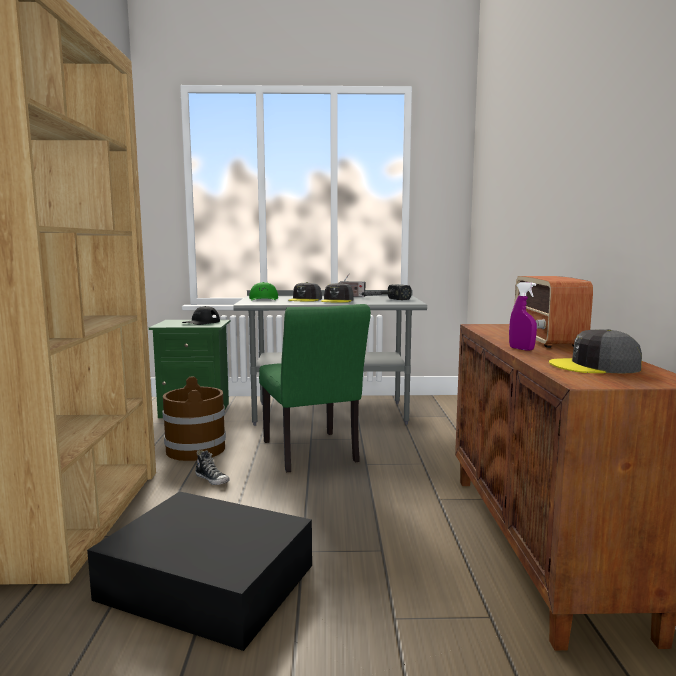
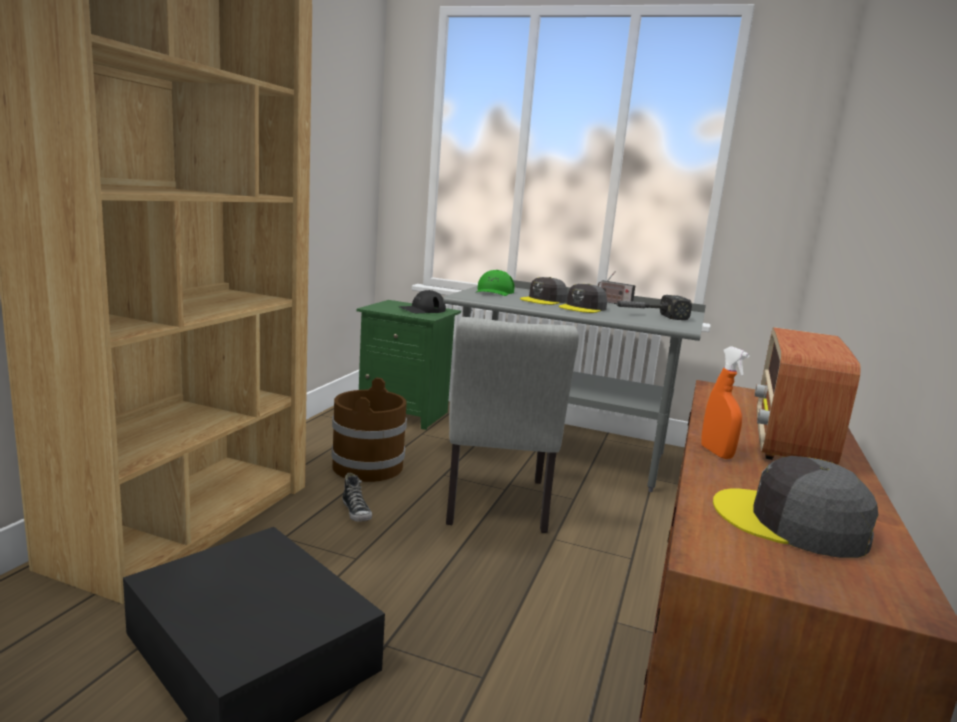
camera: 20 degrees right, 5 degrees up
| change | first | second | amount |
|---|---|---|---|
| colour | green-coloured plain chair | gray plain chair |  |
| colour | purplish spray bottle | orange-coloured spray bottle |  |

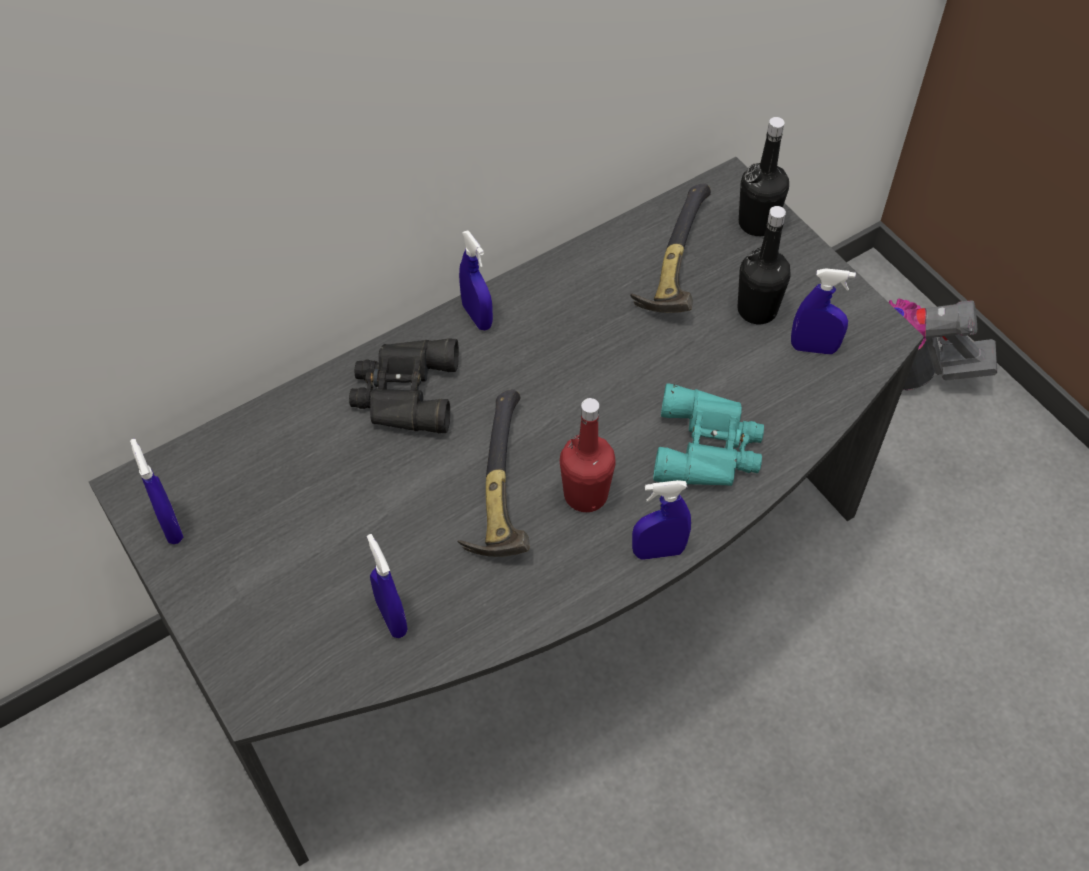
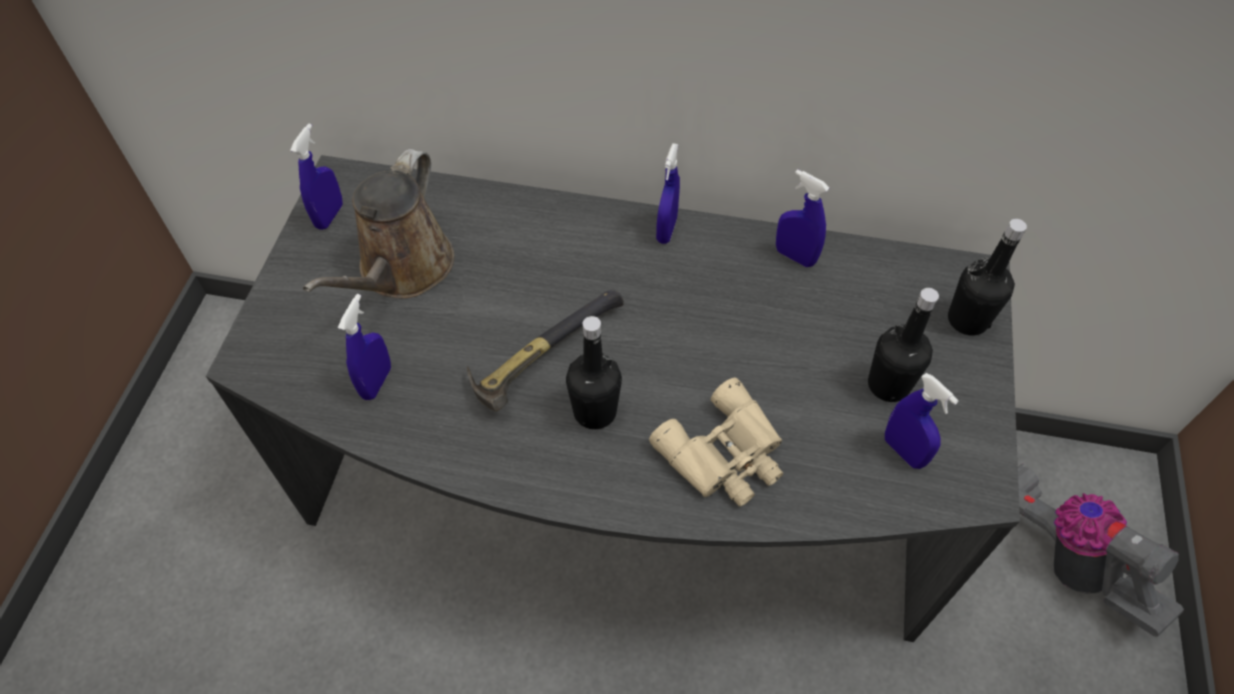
camera: 45 degrees right, 0 degrees up
| change | first | second | amount |
|---|---|---|---|
| missing | black-coloured field glasses |  |  |
| missing | hand hammer (no. 2 from left) |  |  |
| appeared |  | brown watering can |  |
| relocated | blue-coloured spray bottle (no. 4 from left) |  |  |
| colour | reddish drink bottle | black-coloured drink bottle (no. 1 from left) |  |
| colour | turquoise-coloured field glasses | beige-coloured field glasses |  |

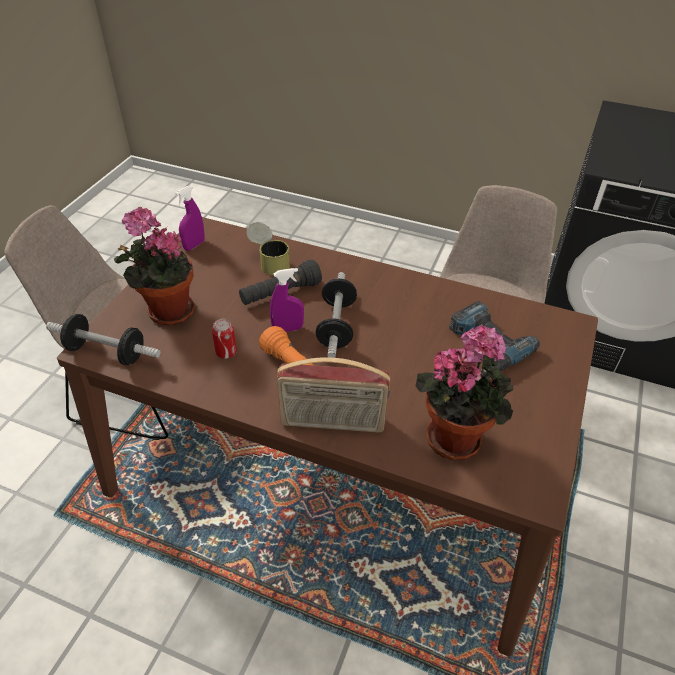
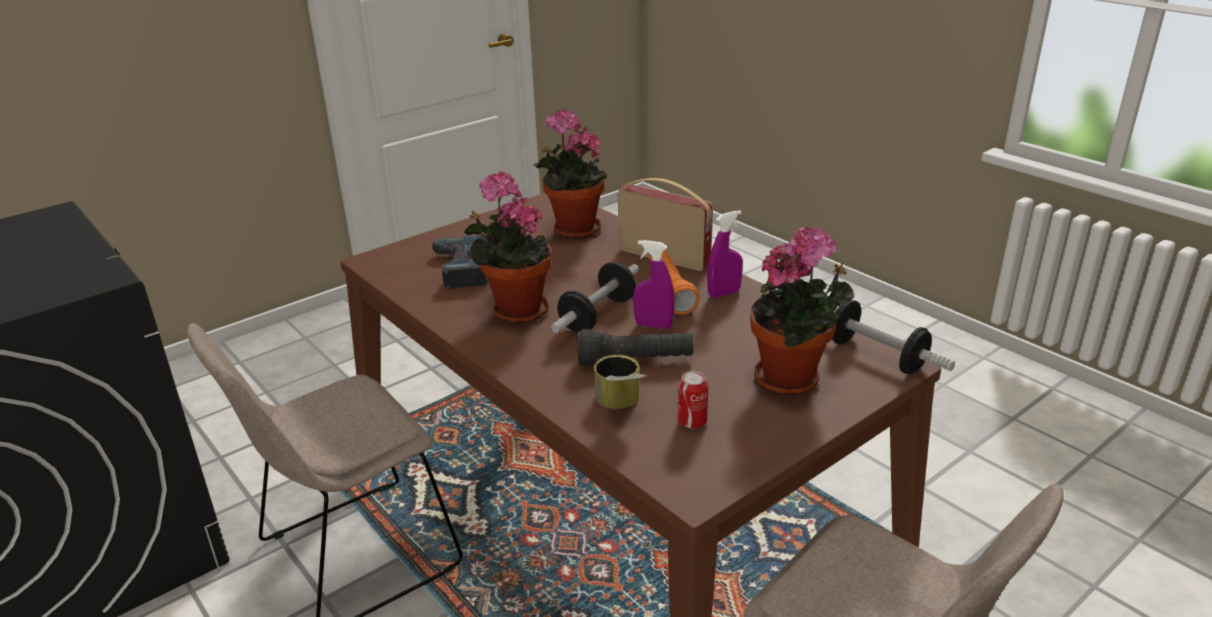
camera: 150 degrees left, 15 degrees down
| change | first | second | amount |
|---|---|---|---|
| appeared |  | plant in a pot (no. 1 from left) |  |
| relocated | purplish spray bottle (no. 1 from left in the first image) | purplish spray bottle (no. 2 from left) |  |
| relocated | can (no. 1 from left in the first image) | can (no. 2 from left) |  |

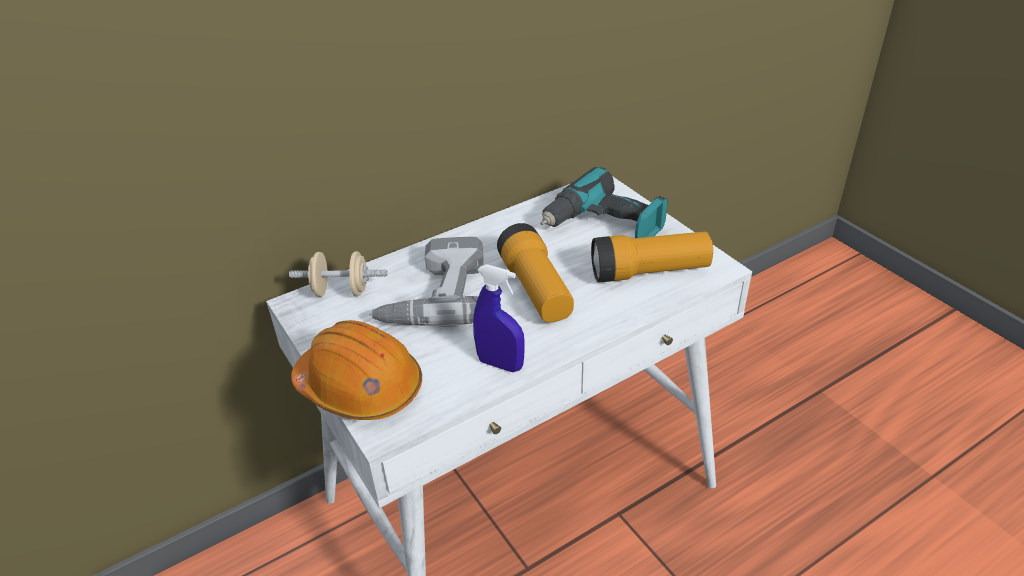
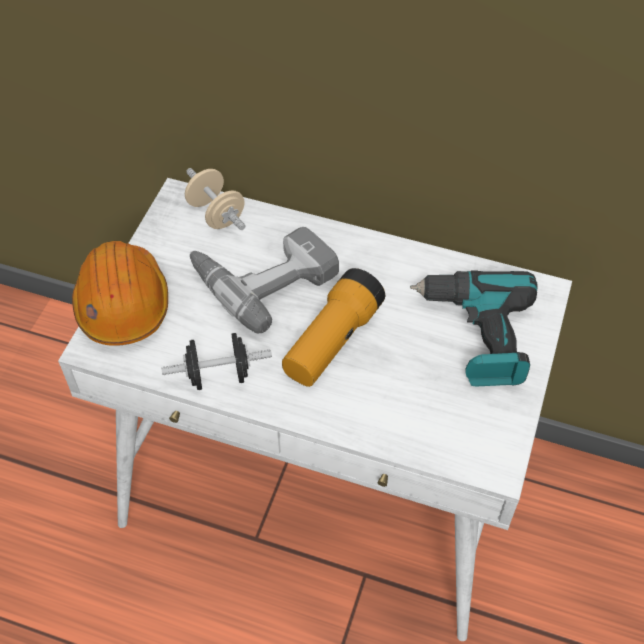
camera: 50 degrees right, 15 degrees up
| change | first | second | amount |
|---|---|---|---|
| missing | torch (no. 2 from left) |  |  |
| exchanged | blue-coloured spray bottle | black-coloured free weight |  |

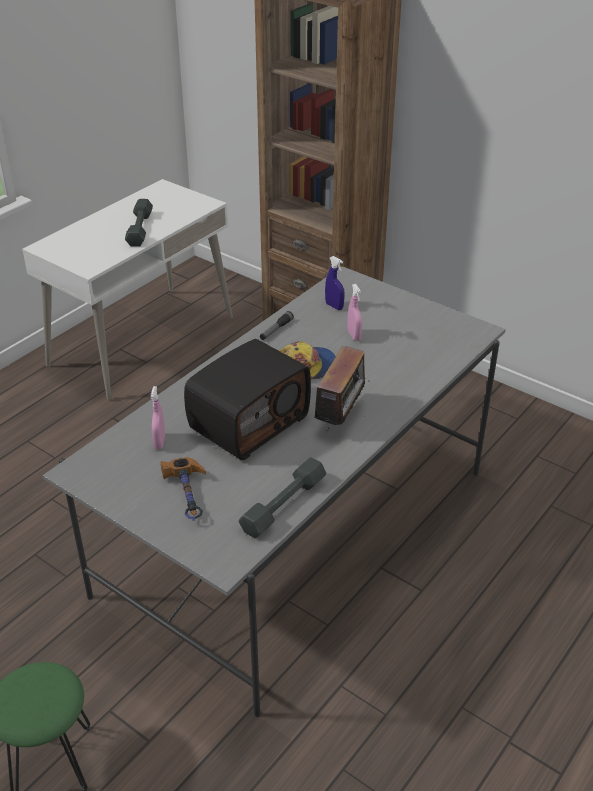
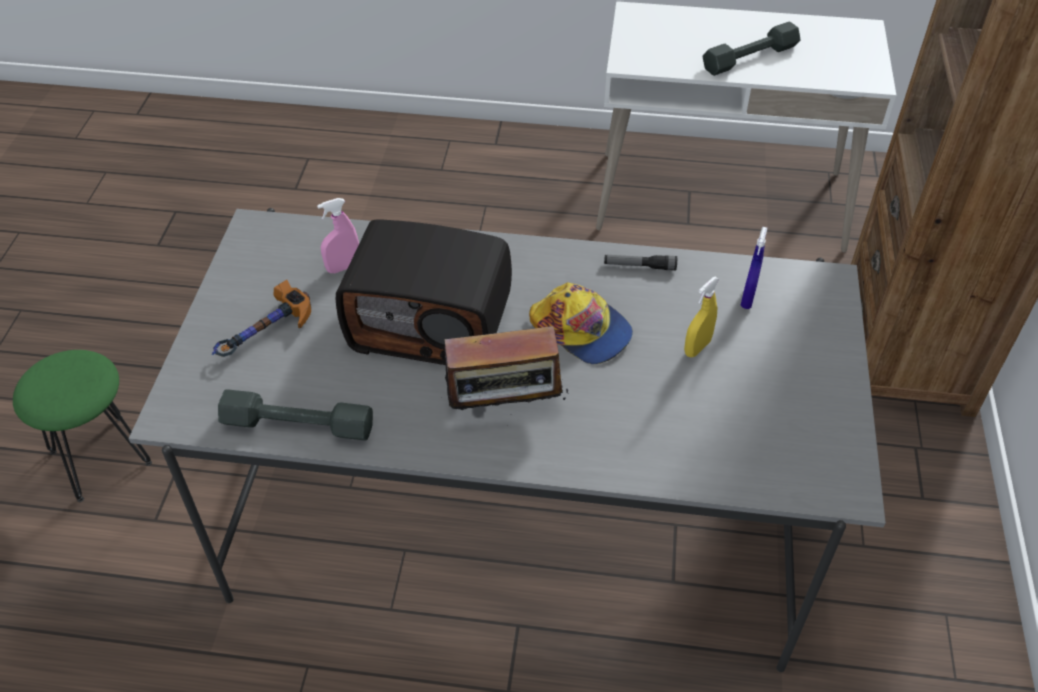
camera: 60 degrees right, 10 degrees up
| change | first | second | amount |
|---|---|---|---|
| colour | pink spray bottle (no. 2 from left) | yellow-coloured spray bottle |  |

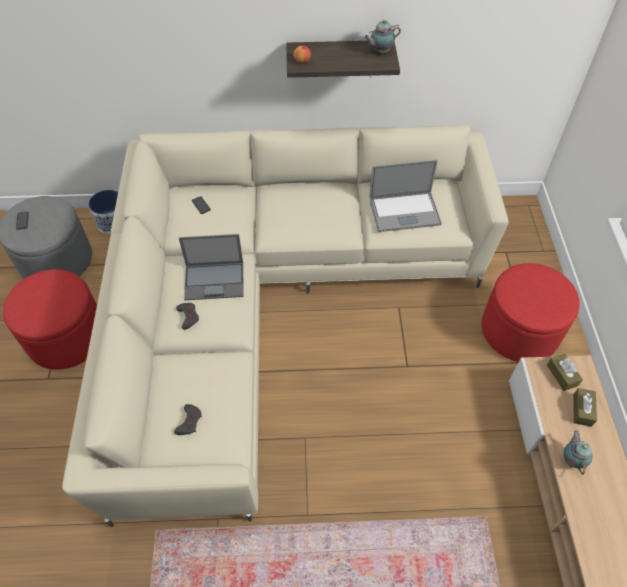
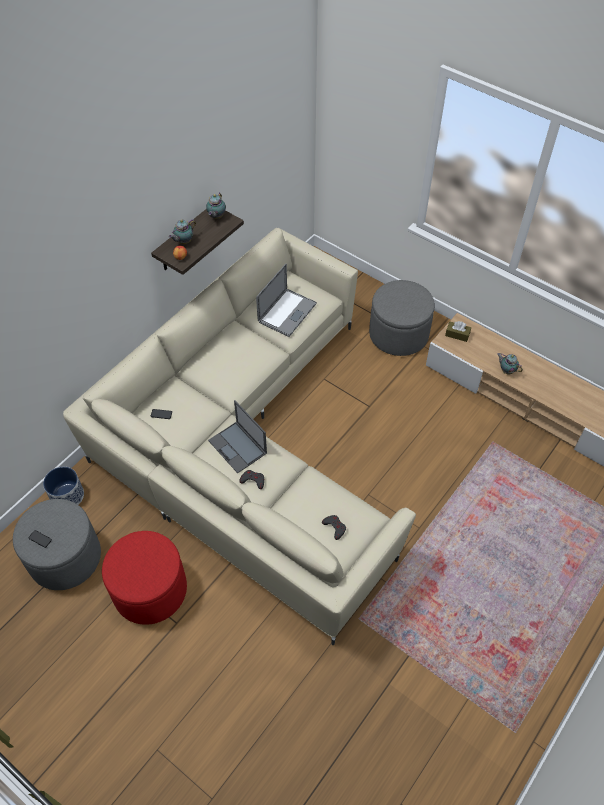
camera: 50 degrees left, 0 degrees up
| change | first | second | amount |
|---|---|---|---|
| missing | brown tissue holder (no. 2 from left) |  |  |
| appeared |  | tea pot (no. 1 from left) |  |
| colour | reddish ottoman (no. 2 from left) | gray ottoman (no. 2 from left) |  |
| spun | notebook computer (no. 1 from left) |  | 105 degrees clockwise |

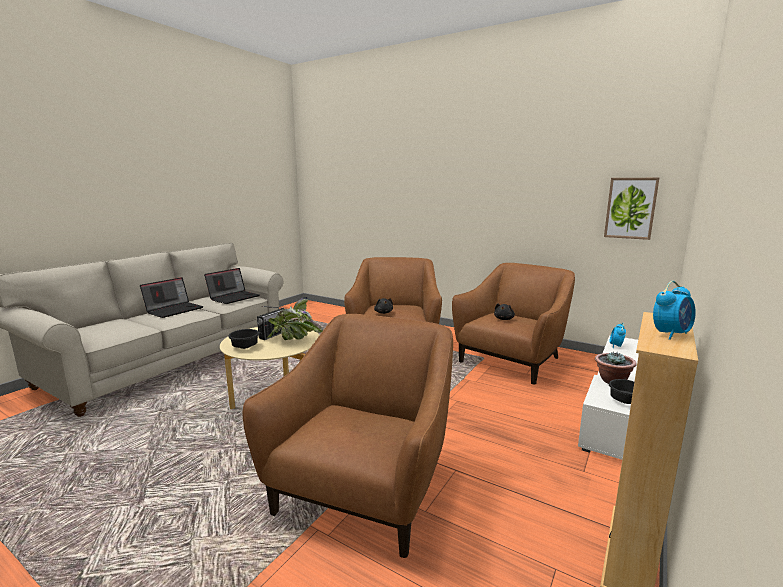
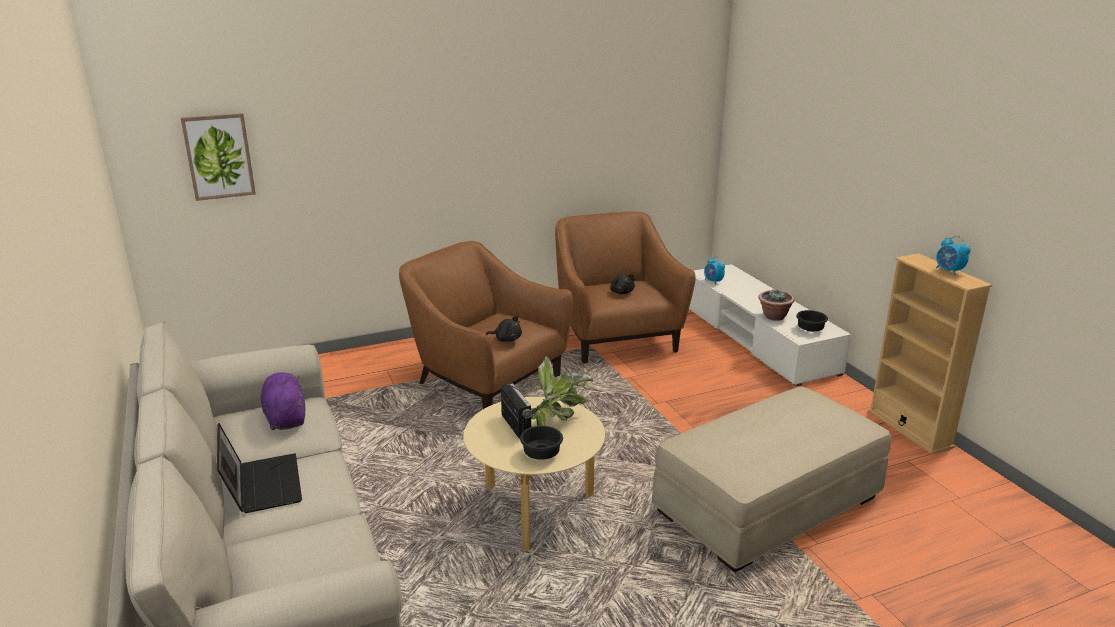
camera: 55 degrees left, 10 degrees up
| change | first | second | amount |
|---|---|---|---|
| relocated | wall picture |  |  |
| exchanged | notebook computer (no. 2 from left) | purplish plush toy |  |
| exchanged | brown easy chair (no. 1 from left) | beige-coloured ottoman |  |
| spun | bedside clock (no. 2 from left) |  | 150 degrees clockwise |

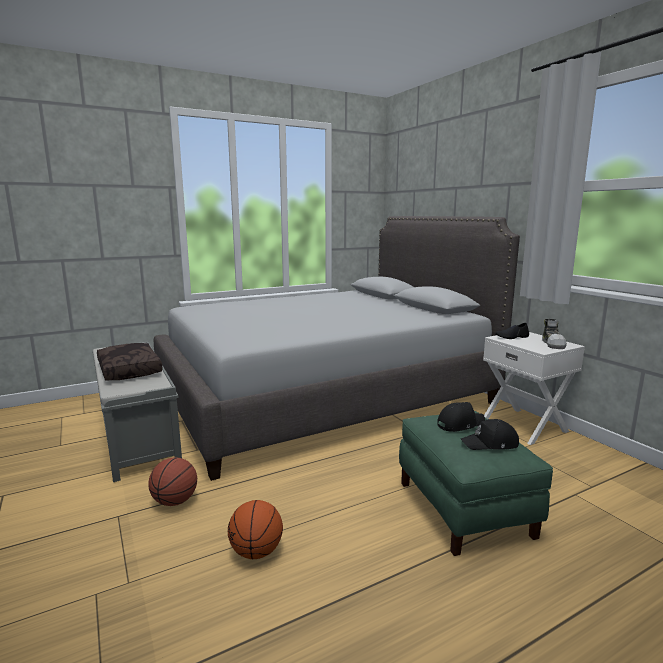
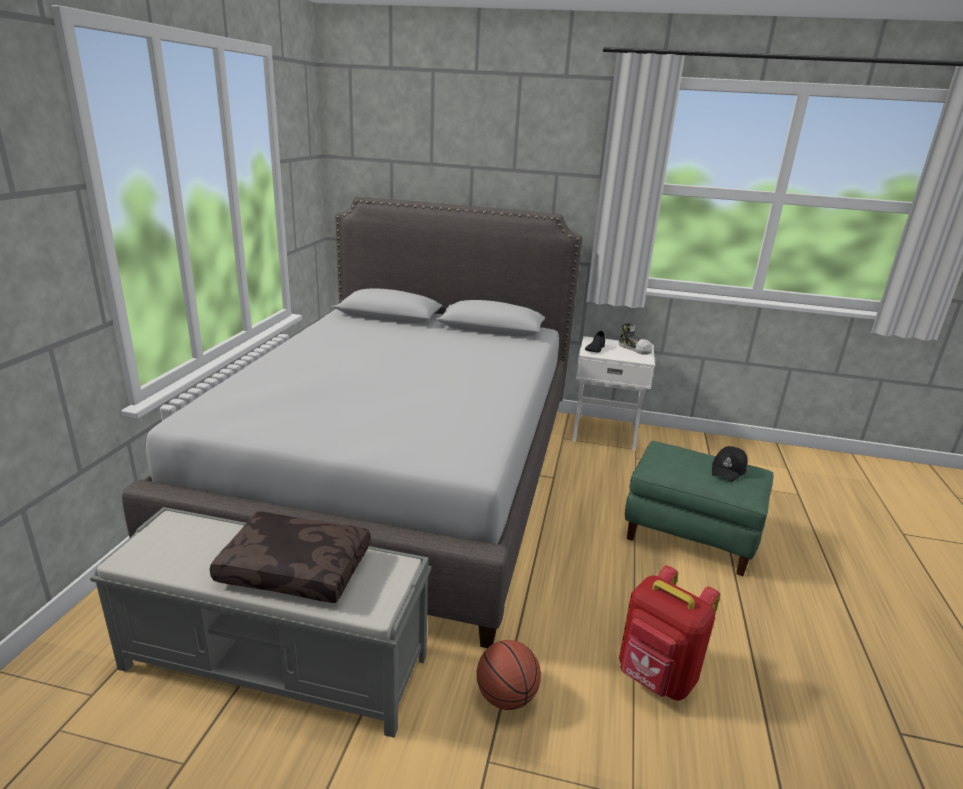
camera: 50 degrees left, 10 degrees up
| change | first | second | amount |
|---|---|---|---|
| missing | black-coloured baseball cap (no. 1 from left) |  |  |
| exchanged | basketball (no. 2 from left) | reddish knapsack |  |

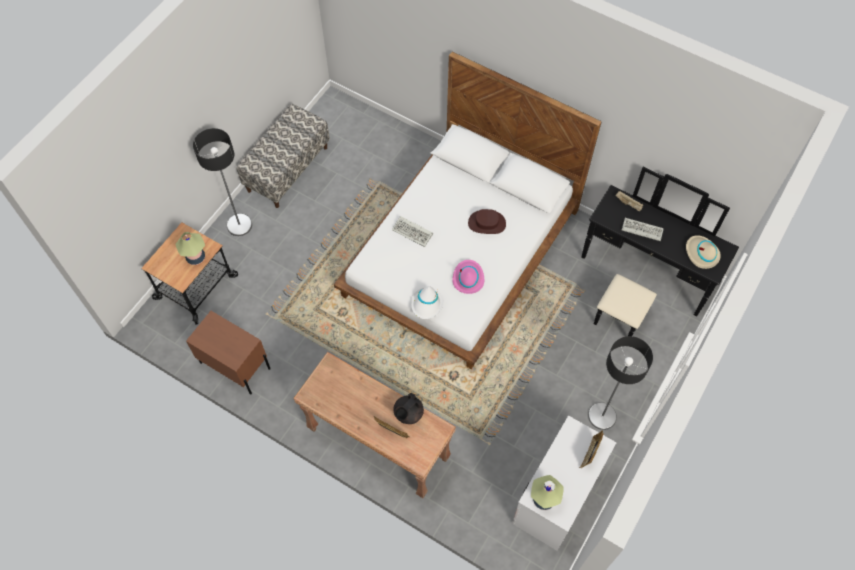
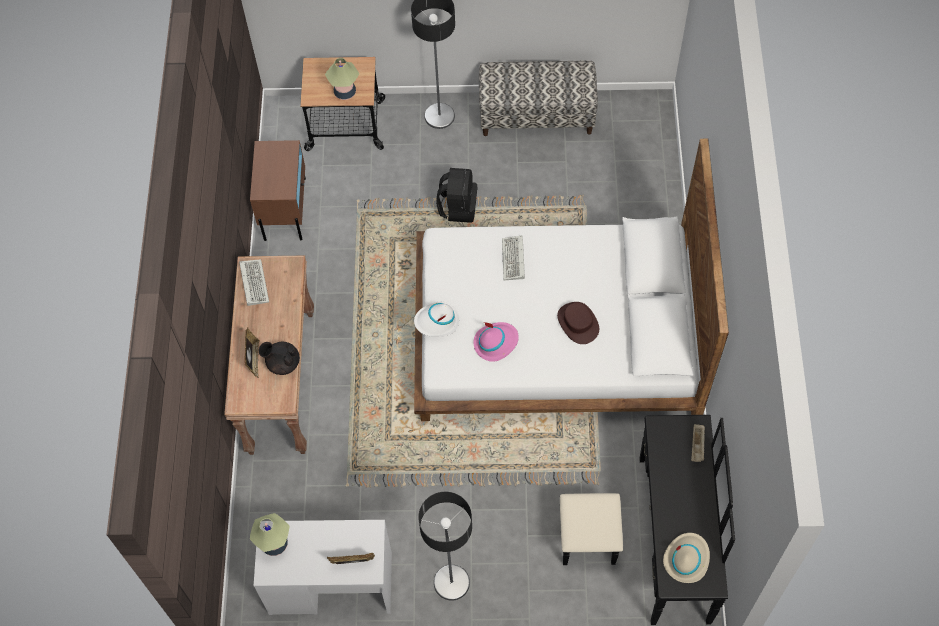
camera: 60 degrees right, 0 degrees up
| change | first | second | amount |
|---|---|---|---|
| appeared |  | black-coloured knapsack |  |
| relocated | PC keyboard (no. 2 from left in the first image) | PC keyboard (no. 1 from left) |  |

